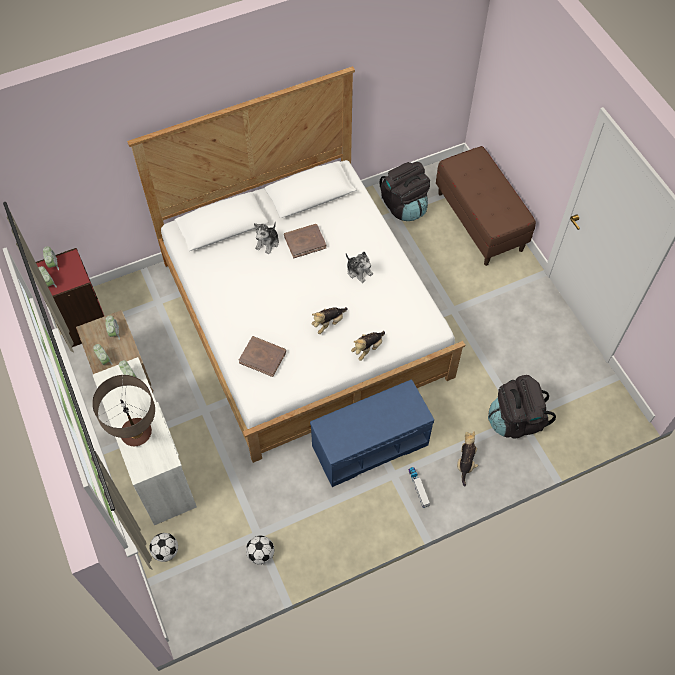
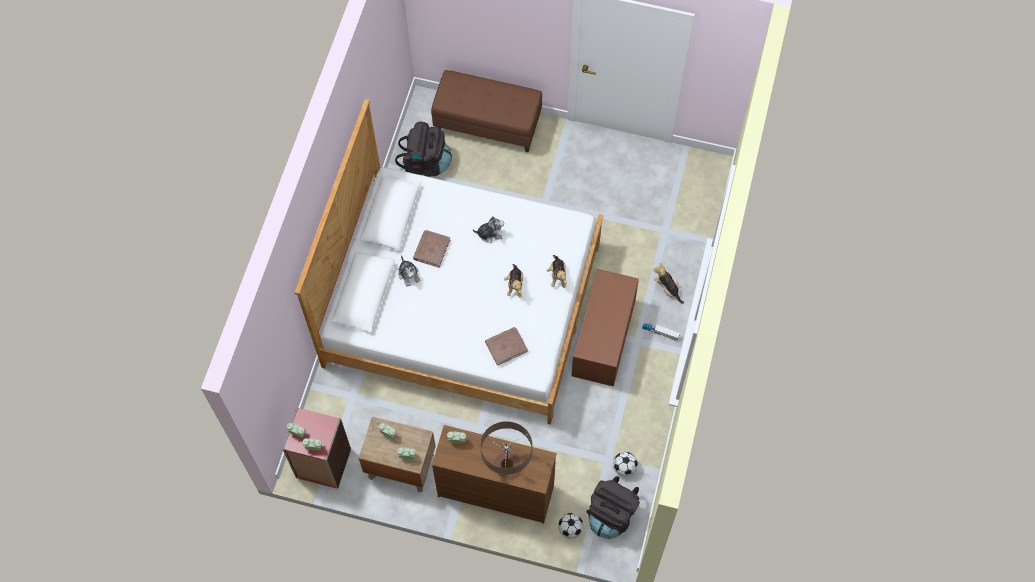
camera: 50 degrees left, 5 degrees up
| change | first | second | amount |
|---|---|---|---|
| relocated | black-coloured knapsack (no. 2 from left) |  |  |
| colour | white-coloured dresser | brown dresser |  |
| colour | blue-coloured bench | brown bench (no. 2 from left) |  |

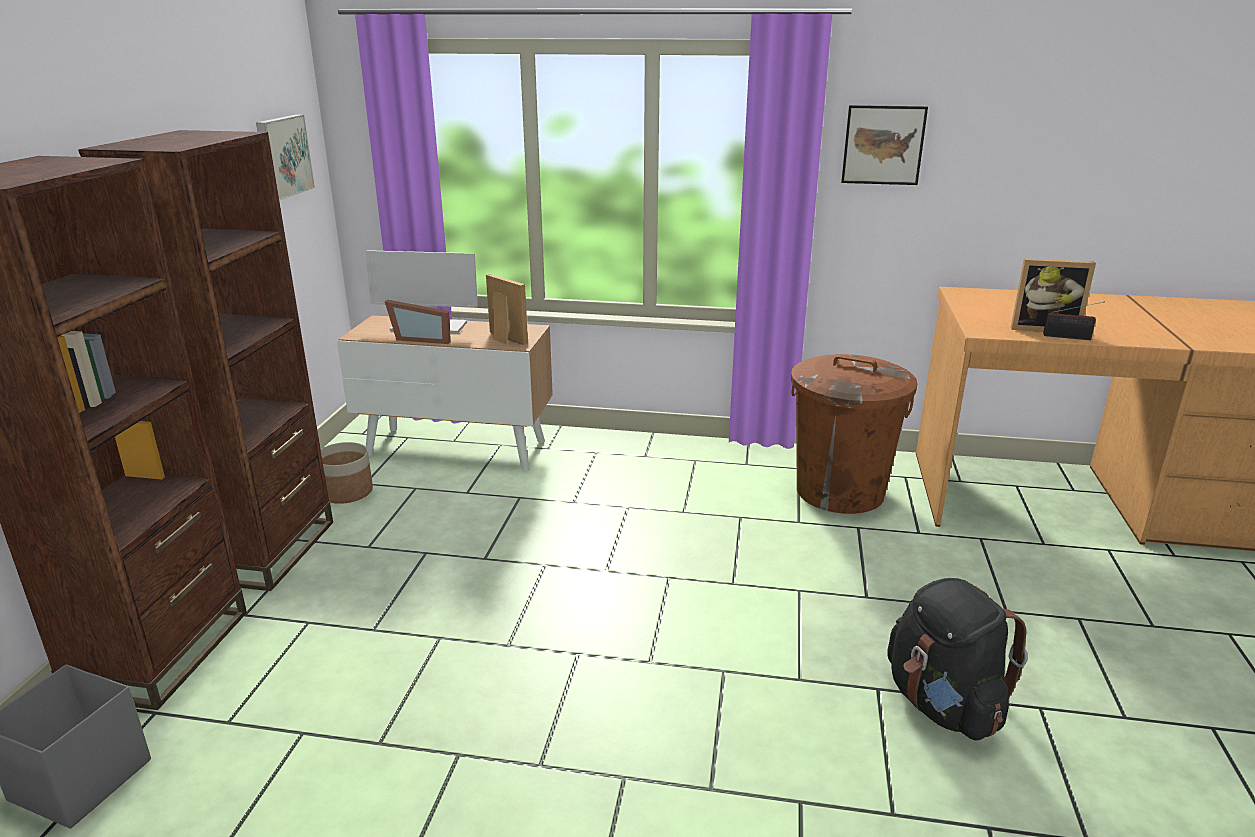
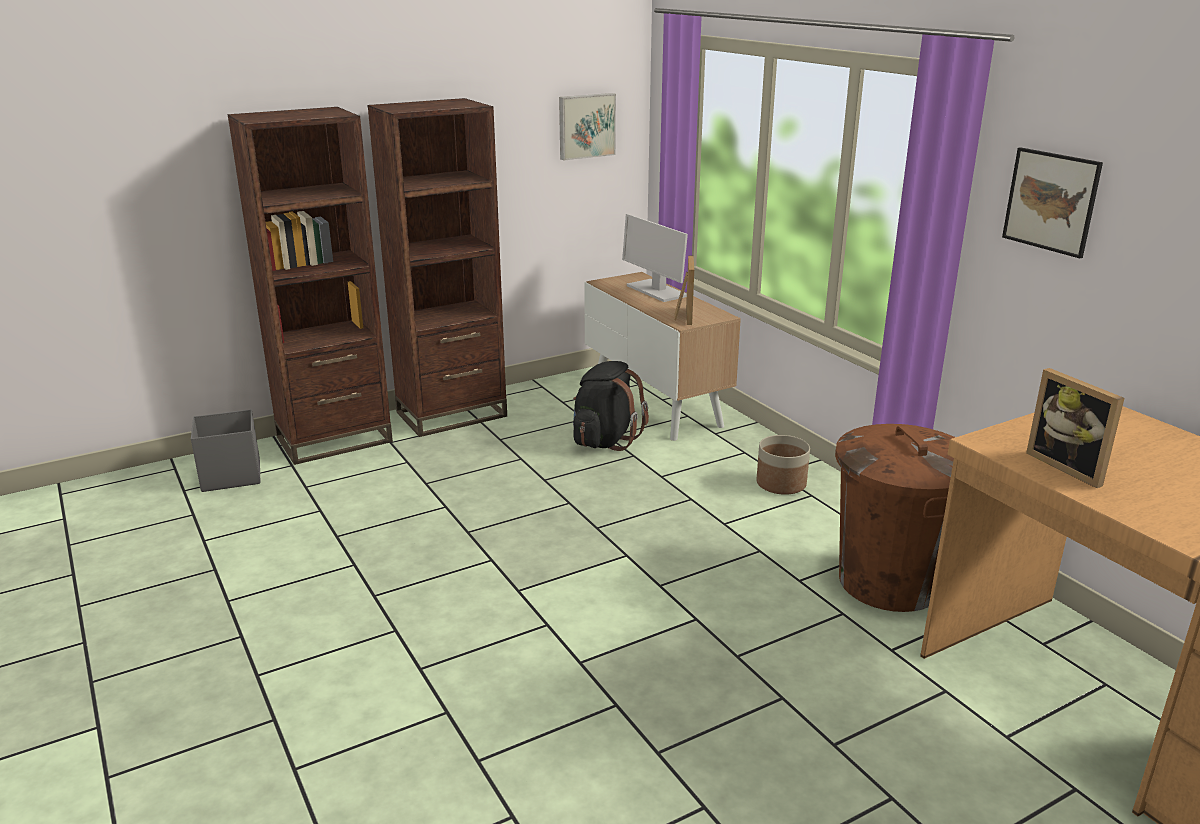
camera: 50 degrees right, 0 degrees up
| change | first | second | amount |
|---|---|---|---|
| missing | standing frame (no. 1 from left) |  |  |
| missing | radio set |  |  |
| relocated | plant pot |  |  |
| relocated | black-coloured knapsack |  |  |

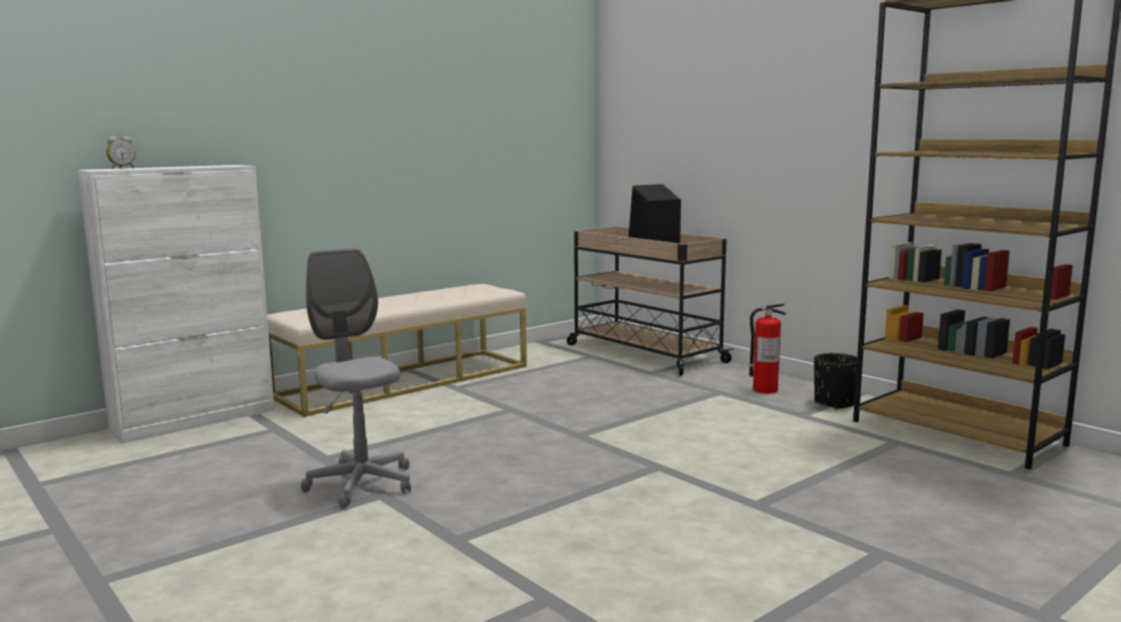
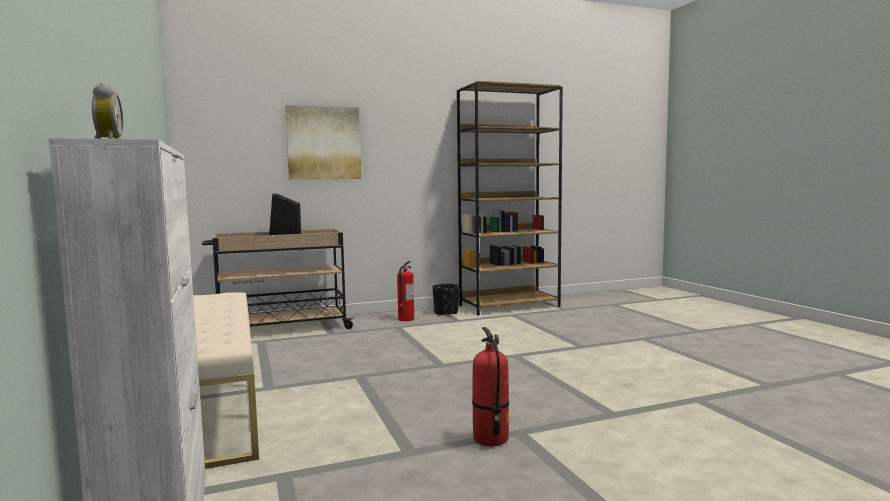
camera: 70 degrees left, 5 degrees down
| change | first | second | amount |
|---|---|---|---|
| appeared |  | wall picture |  |
| exchanged | gray office chair | fire-fighting cylinder (no. 2 from left) |  |

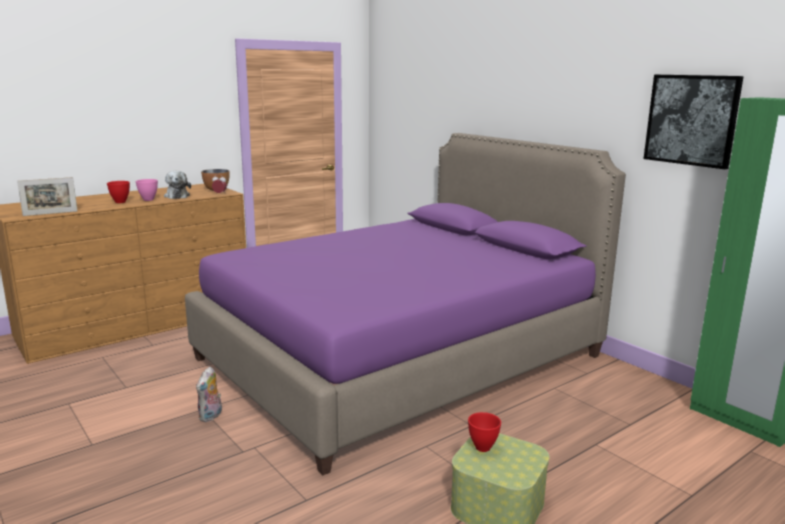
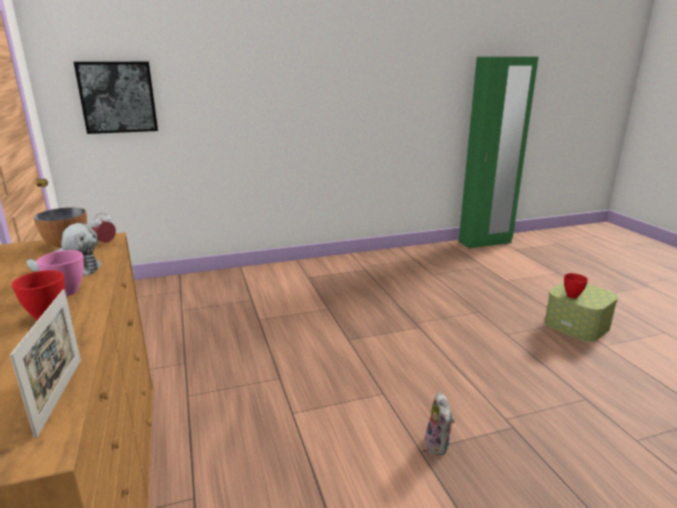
camera: 70 degrees left, 5 degrees up
| change | first | second | amount |
|---|---|---|---|
| missing | purplish bedroom bed |  |  |
| relocated | wall picture |  |  |
| spun | plush toy (no. 2 from left) |  | 45 degrees clockwise |

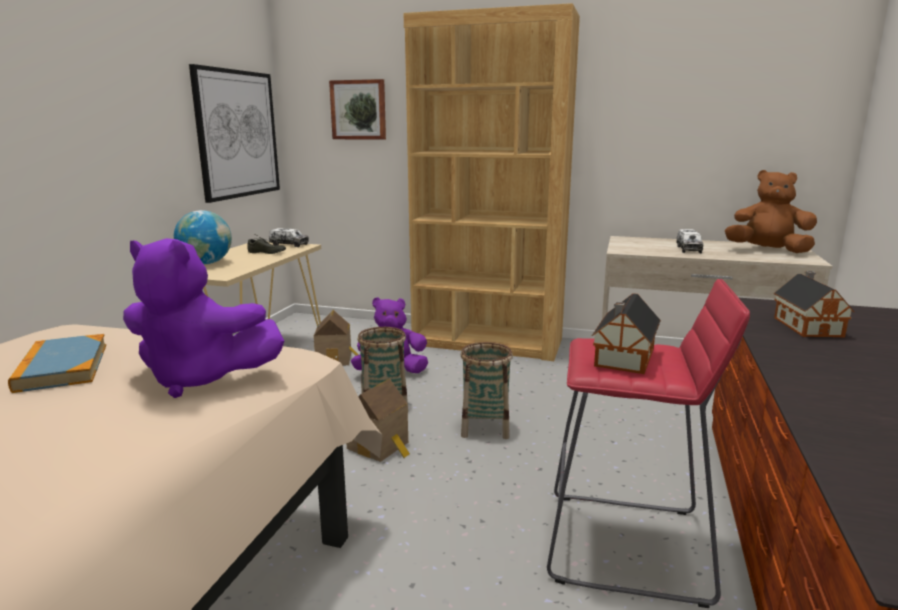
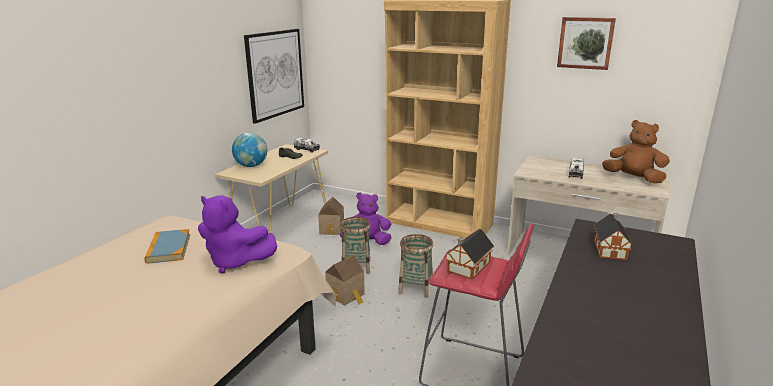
camera: 10 degrees right, 5 degrees up
| change | first | second | amount |
|---|---|---|---|
| relocated | wall picture (no. 2 from left) |  |  |

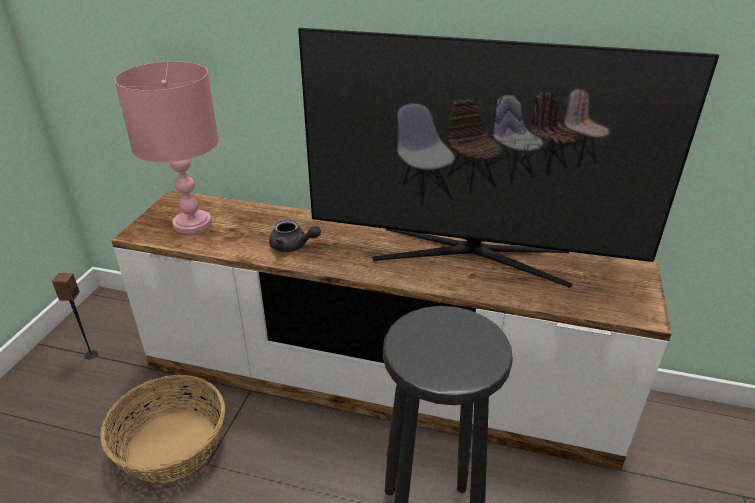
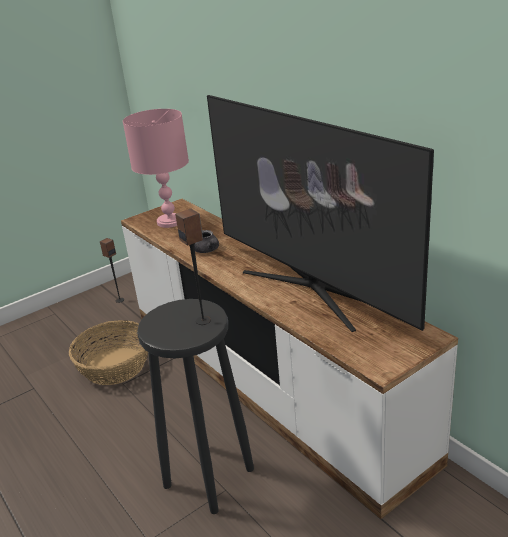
camera: 40 degrees right, 5 degrees down
| change | first | second | amount |
|---|---|---|---|
| appeared |  | loudspeaker (no. 2 from left) |  |

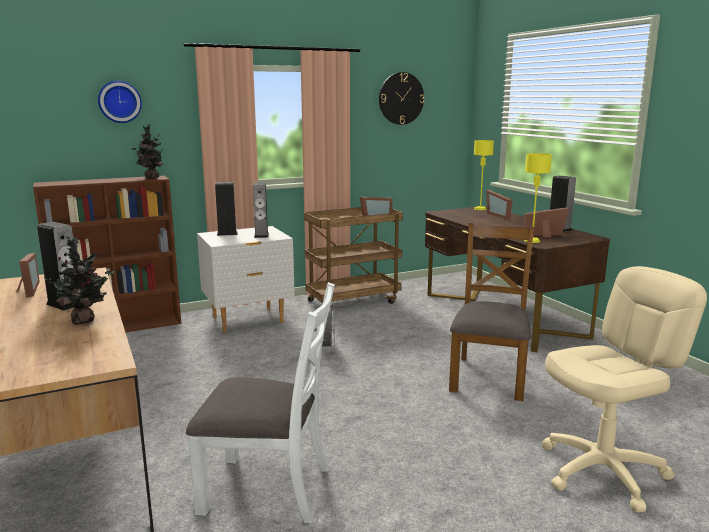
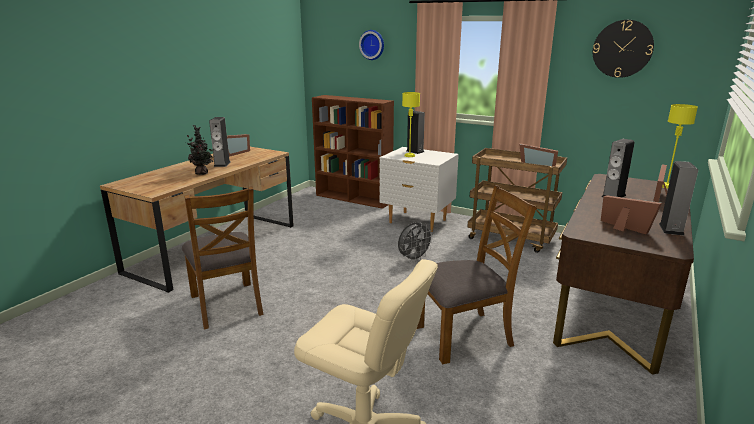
camera: 55 degrees right, 5 degrees up
| change | first | second | amount |
|---|---|---|---|
| missing | plant in a pot (no. 2 from left) |  |  |
| relocated | loudspeaker (no. 3 from left) |  |  |
| relocated | yellow-coloured table lamp (no. 2 from left in the first image) | yellow-coloured table lamp (no. 1 from left) |  |
| colour | white-coloured plain chair | brown plain chair (no. 1 from left) |  |

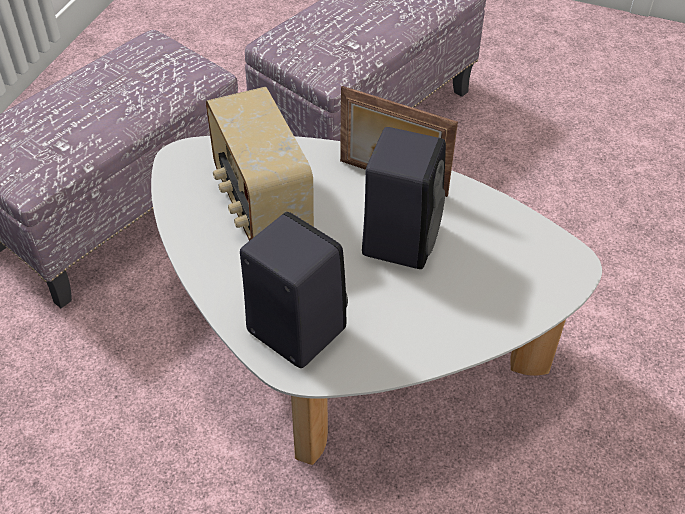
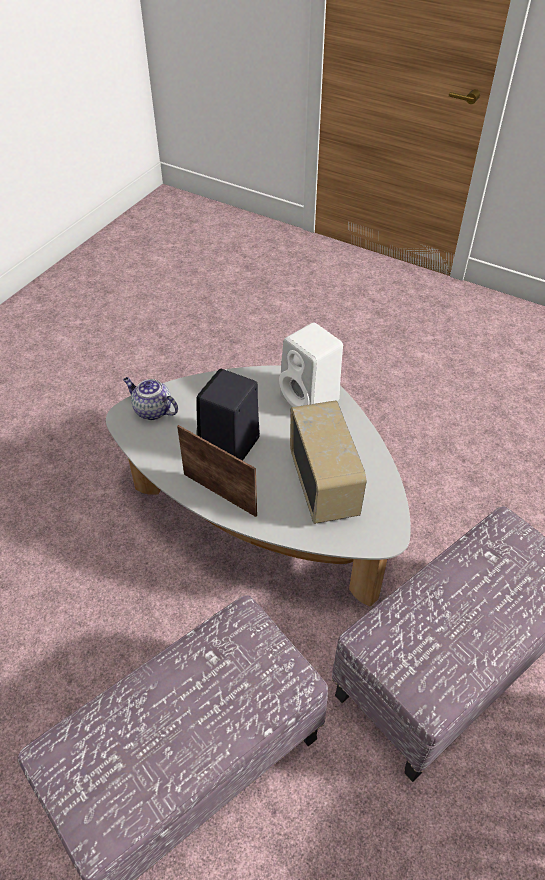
camera: 170 degrees left, 0 degrees up
| change | first | second | amount |
|---|---|---|---|
| appeared |  | tea pot |  |
| colour | black-coloured loudspeaker (no. 1 from left) | white-coloured loudspeaker |  |

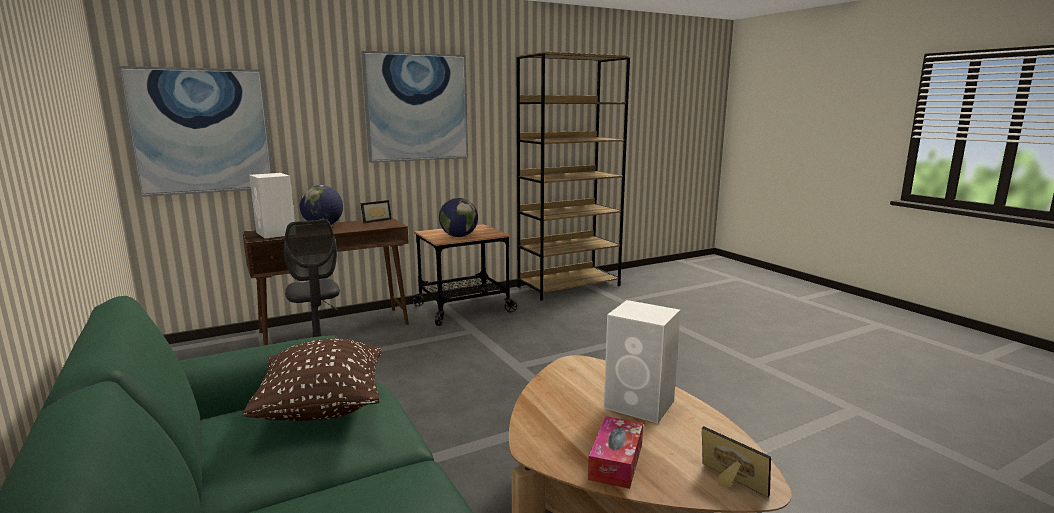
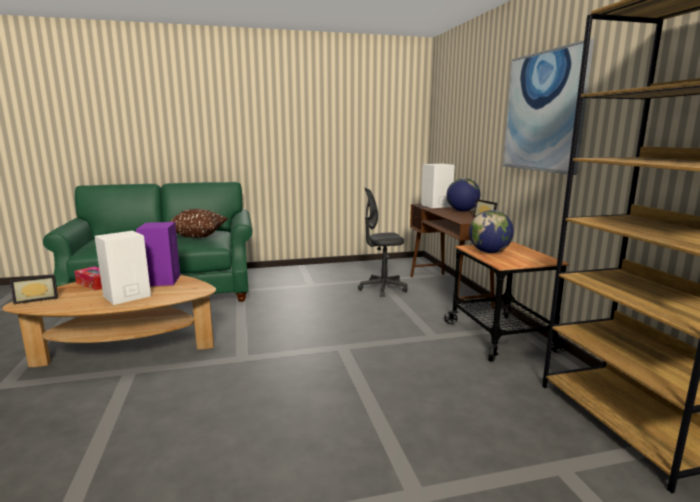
camera: 105 degrees right, 0 degrees up
| change | first | second | amount |
|---|---|---|---|
| missing | wall picture (no. 1 from left) |  |  |
| appeared |  | purplish loudspeaker |  |

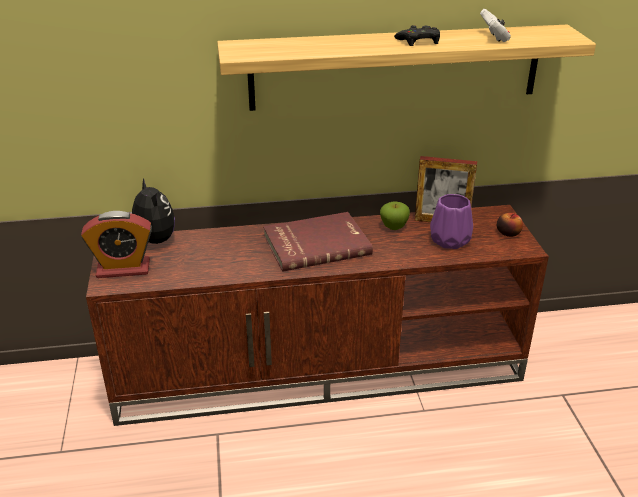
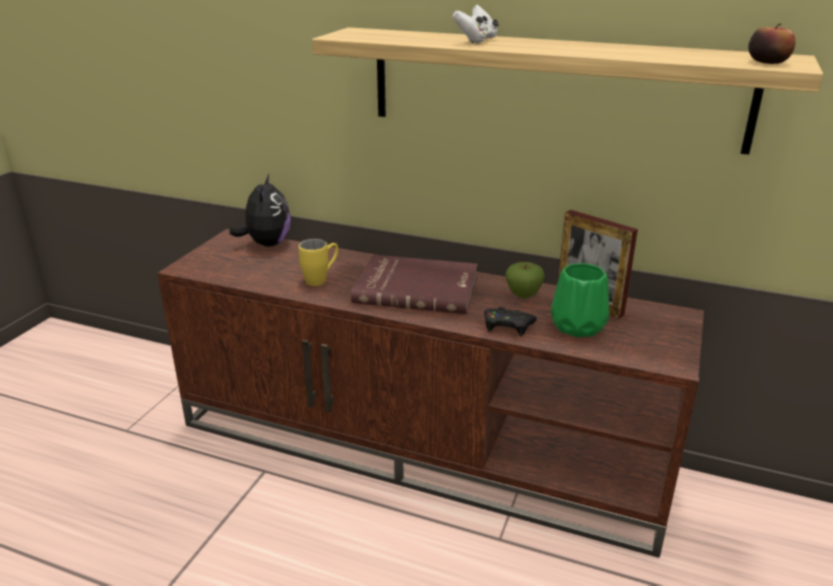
camera: 30 degrees right, 5 degrees down
| change | first | second | amount |
|---|---|---|---|
| missing | bedside clock |  |  |
| appeared |  | yellow-coloured tea mug |  |
| relocated | black-coloured joypad |  |  |
| relocated | white-coloured joypad |  |  |
| relocated | whole apple (no. 2 from left) |  |  |
| colour | purplish vase | green-coloured vase |  |

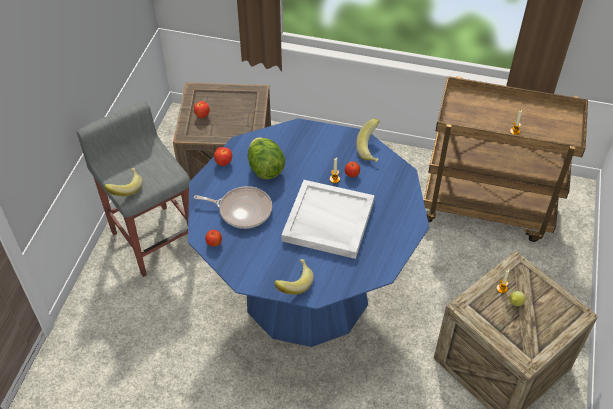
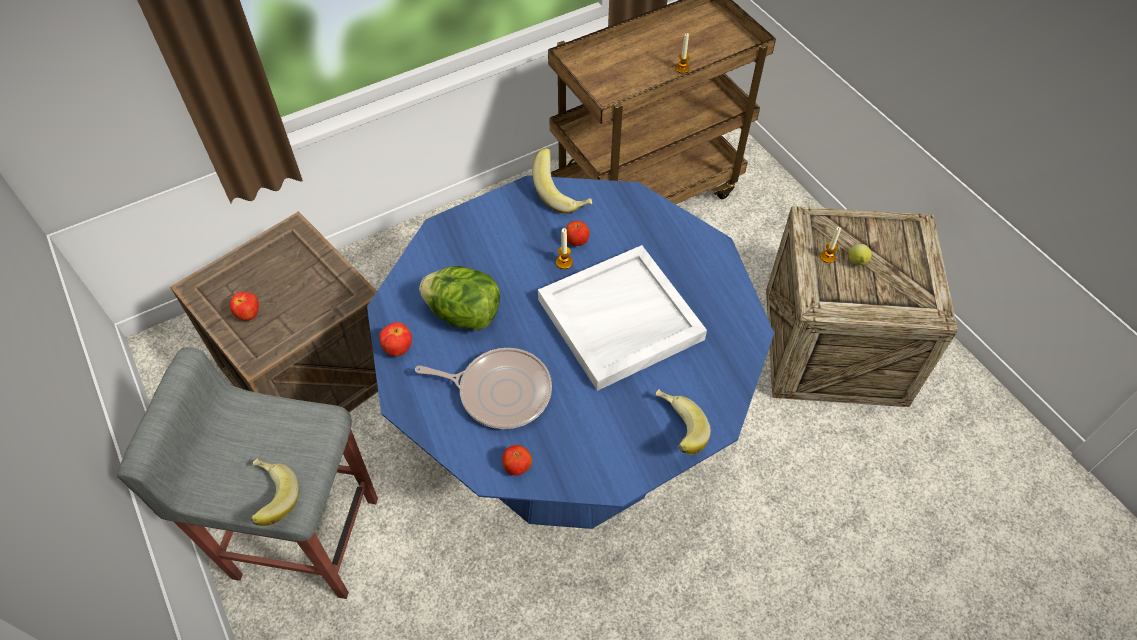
camera: 45 degrees left, 5 degrees up
| change | first | second | amount |
|---|---|---|---|
| spun | frying pan |  | 45 degrees clockwise |

